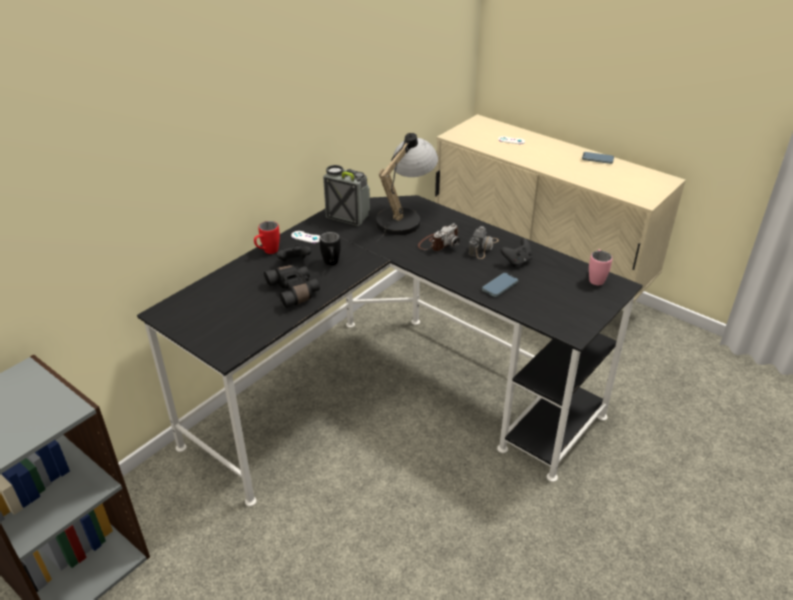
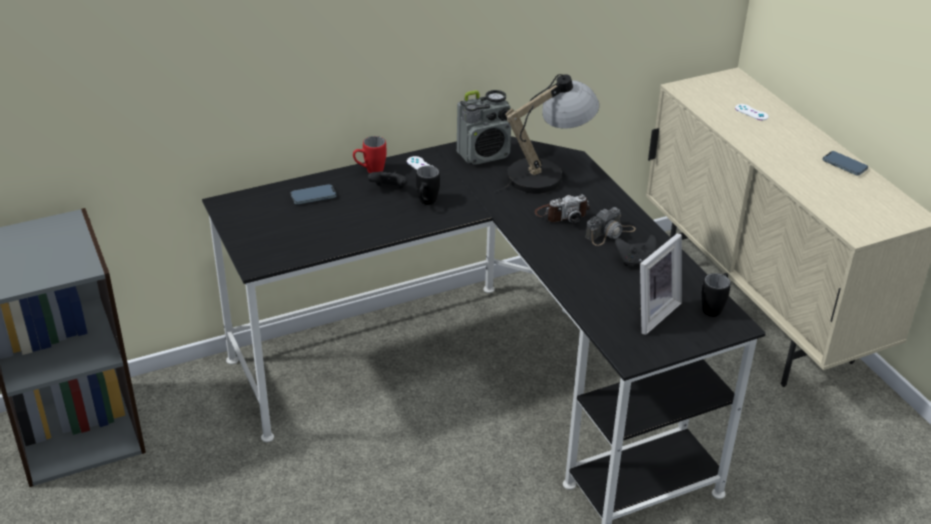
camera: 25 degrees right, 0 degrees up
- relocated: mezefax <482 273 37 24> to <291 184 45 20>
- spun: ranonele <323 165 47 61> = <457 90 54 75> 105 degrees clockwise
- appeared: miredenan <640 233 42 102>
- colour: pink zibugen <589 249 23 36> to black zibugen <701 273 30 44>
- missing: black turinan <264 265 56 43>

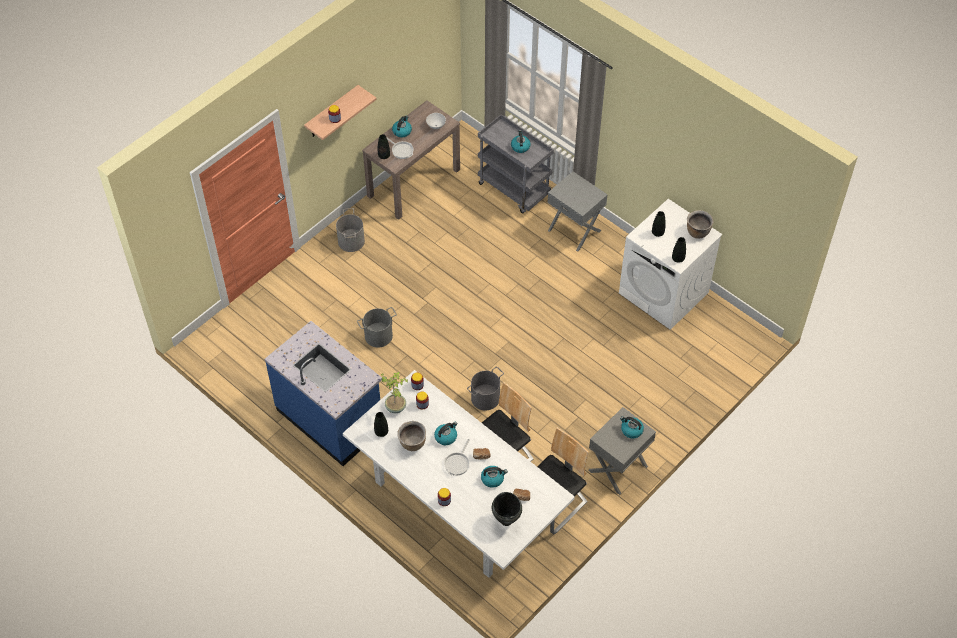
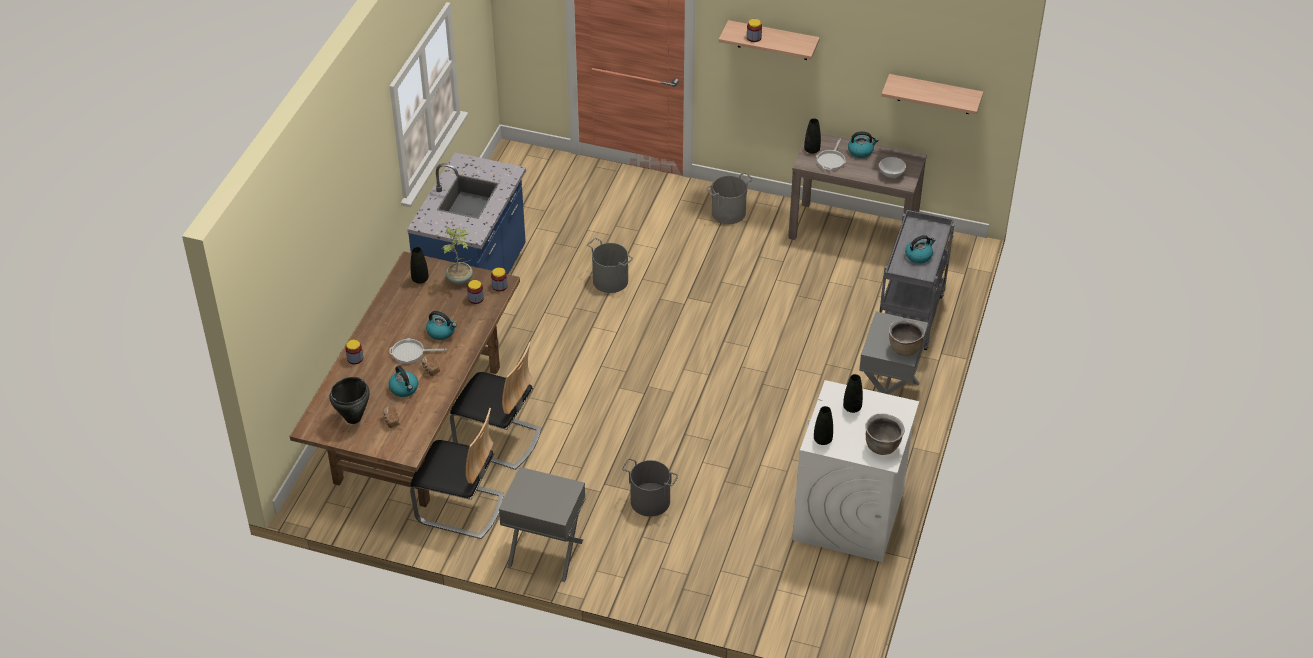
camera: 65 degrees right, 10 degrees down
- colour: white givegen <343 370 232 208> to brown givegen <290 251 230 256>
- relocated: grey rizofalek <467 367 37 44> to <622 458 56 59>
- appeared: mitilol <881 74 102 41>
- relocated: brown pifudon <397 421 29 30> to <889 319 36 37>
- missing: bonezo <620 416 24 23>

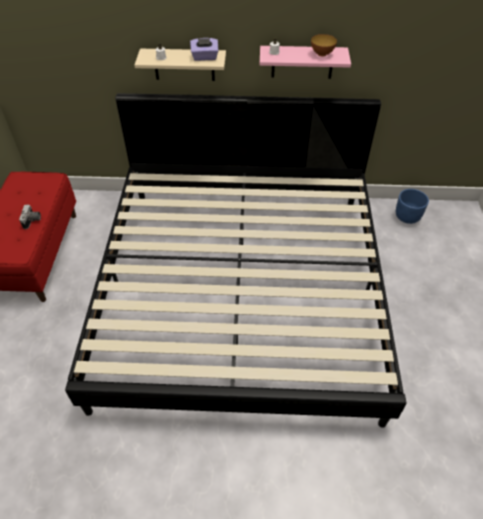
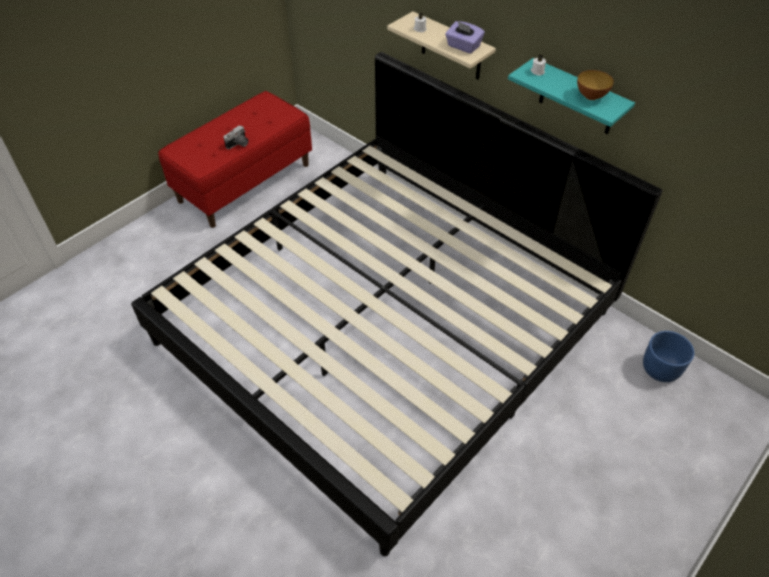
camera: 40 degrees right, 0 degrees up
- colour: pink mitilol <260 46 91 33> to turquoise mitilol <508 58 127 77>

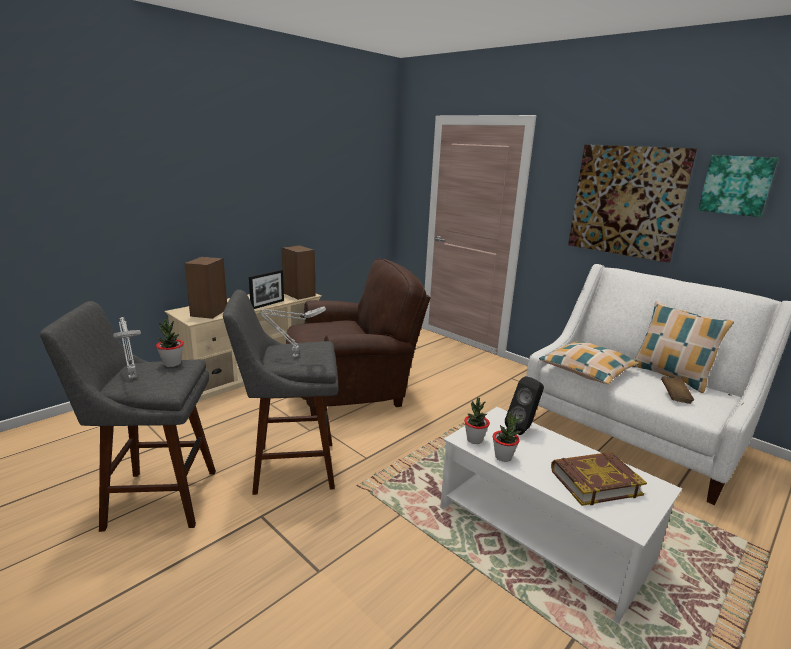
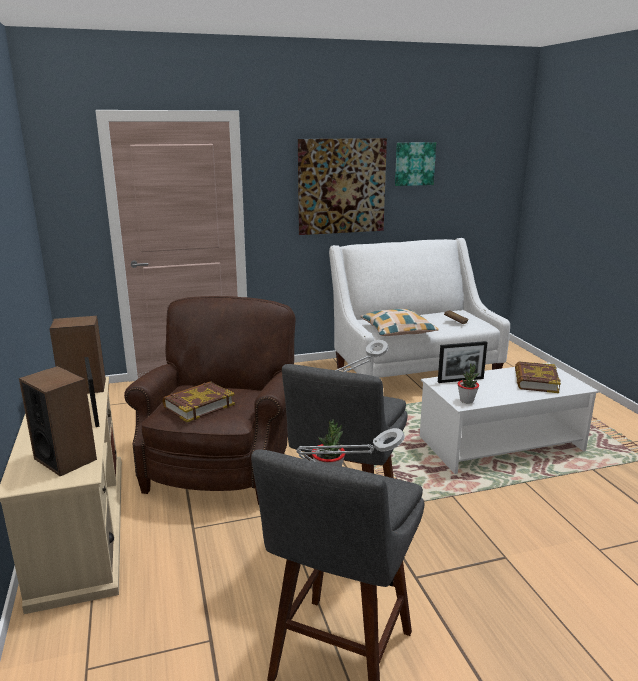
camera: 60 degrees left, 0 degrees up
- appeared: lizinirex <162 381 73 41>
- exchanged: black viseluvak <505 376 39 59> to miredenan <438 341 49 42>
- missing: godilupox <493 412 29 50>
- missing: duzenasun <633 301 101 92>

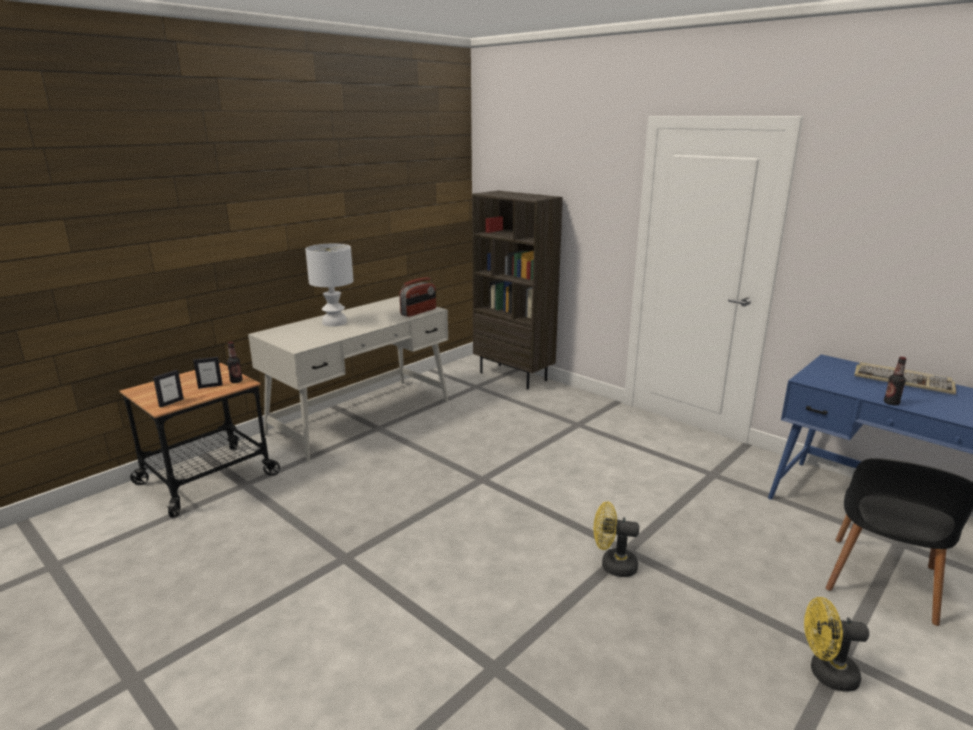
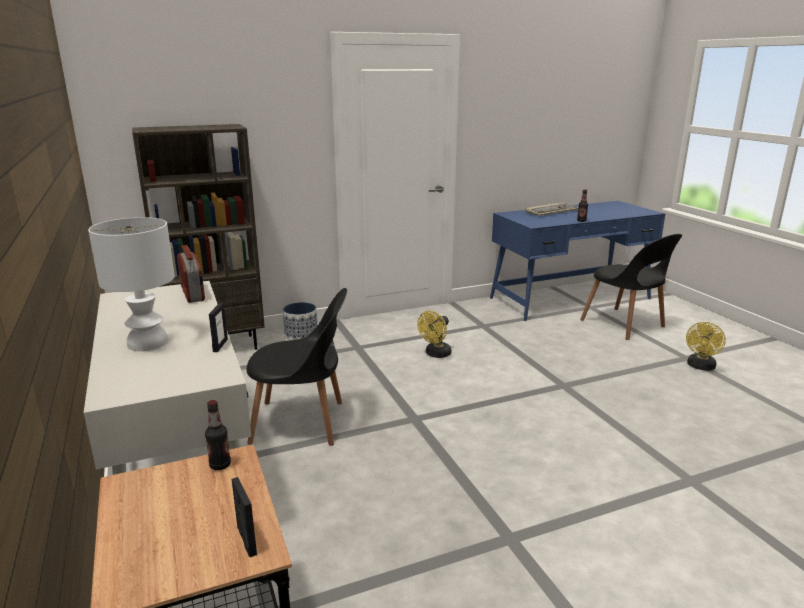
camera: 65 degrees left, 0 degrees up
- relocated: miredenan <193 357 30 32> to <209 303 19 49>
- appeared: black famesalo <247 288 100 158>
- appeared: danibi <283 302 35 38>
- relocated: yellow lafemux <594 501 45 76> to <417 311 34 47>

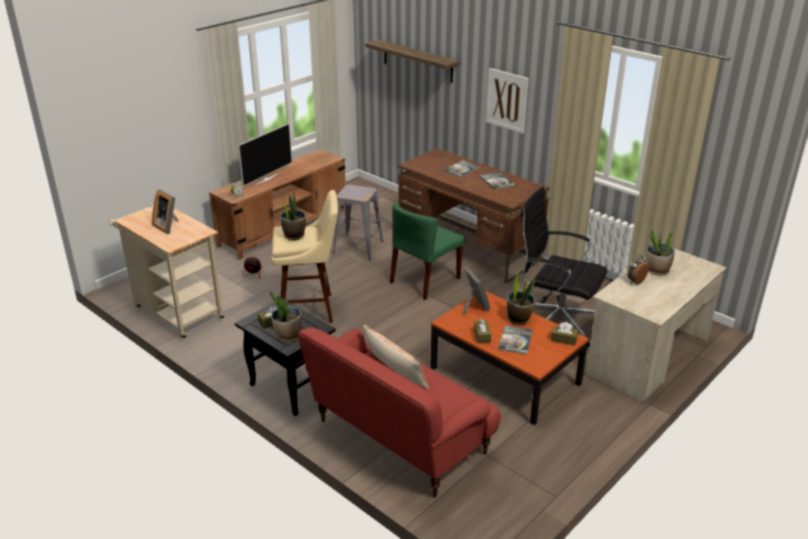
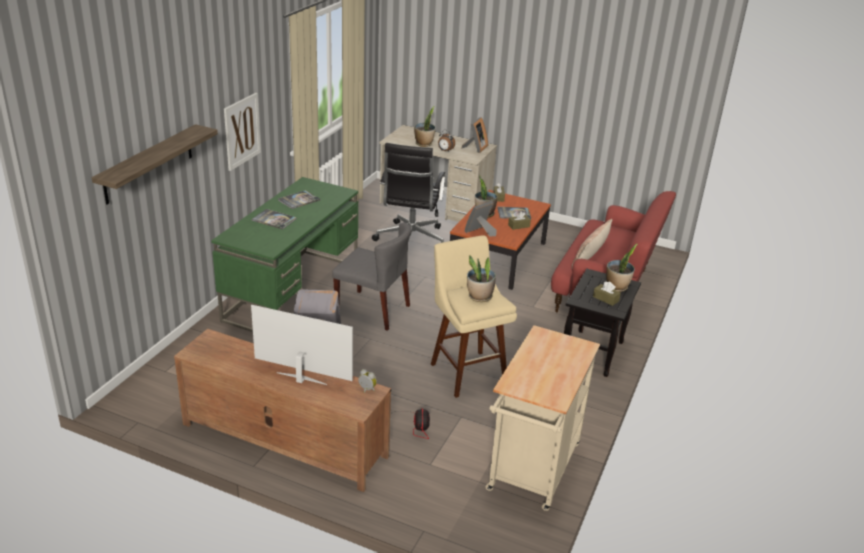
camera: 110 degrees left, 0 degrees up
- colour: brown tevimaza <398 148 152 135> to green tevimaza <211 177 147 155>
- colour: green famesalo <390 202 75 98> to grey famesalo <332 223 80 108>
- relocated: miredenan <152 190 27 44> to <462 117 26 36>

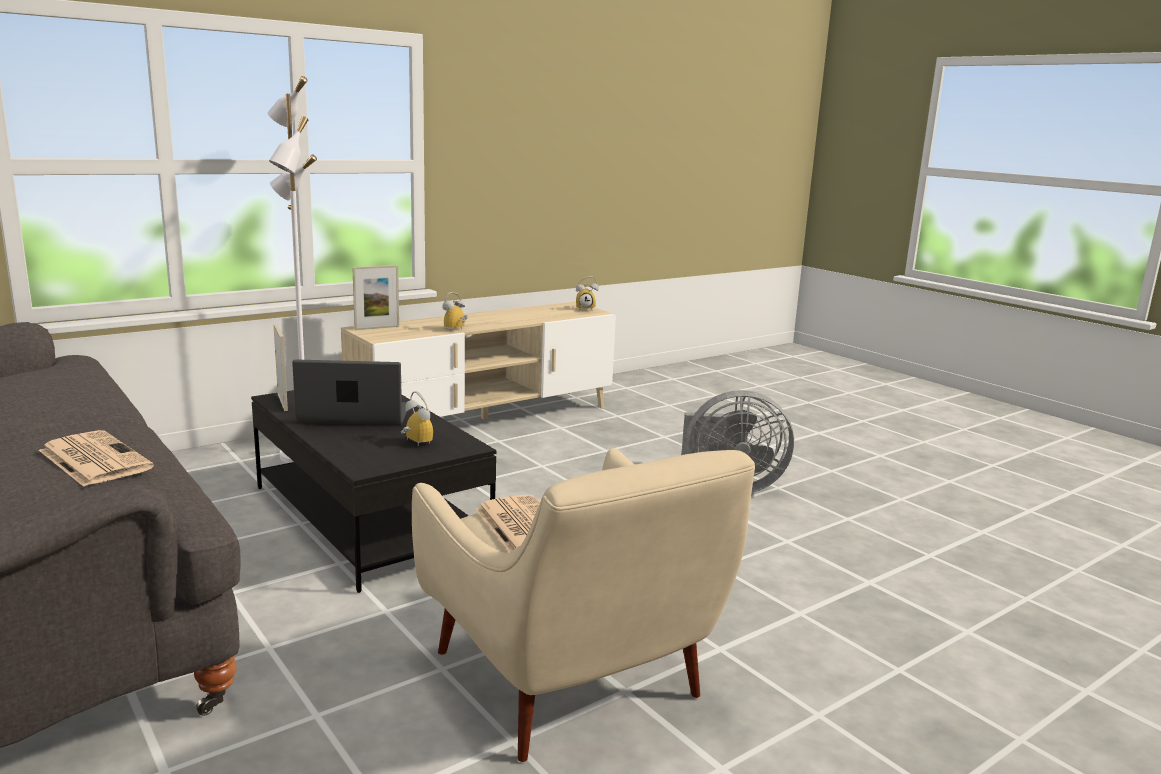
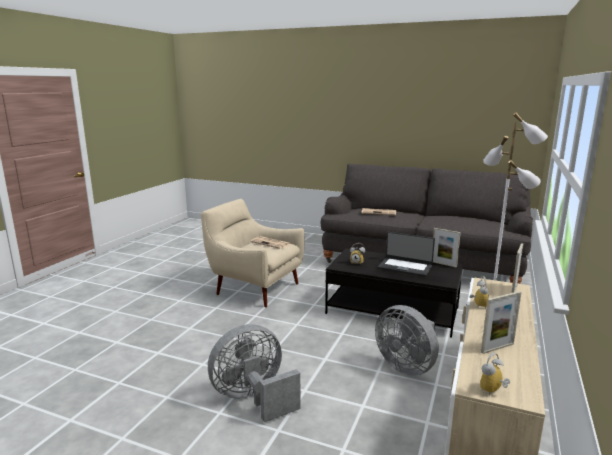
camera: 150 degrees right, 0 degrees up
- appeared: grey lafemux <375 305 64 71>
- spun: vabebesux <292 359 115 66> = <378 232 57 44> 60 degrees clockwise
- appeared: miredenan <481 291 41 63>

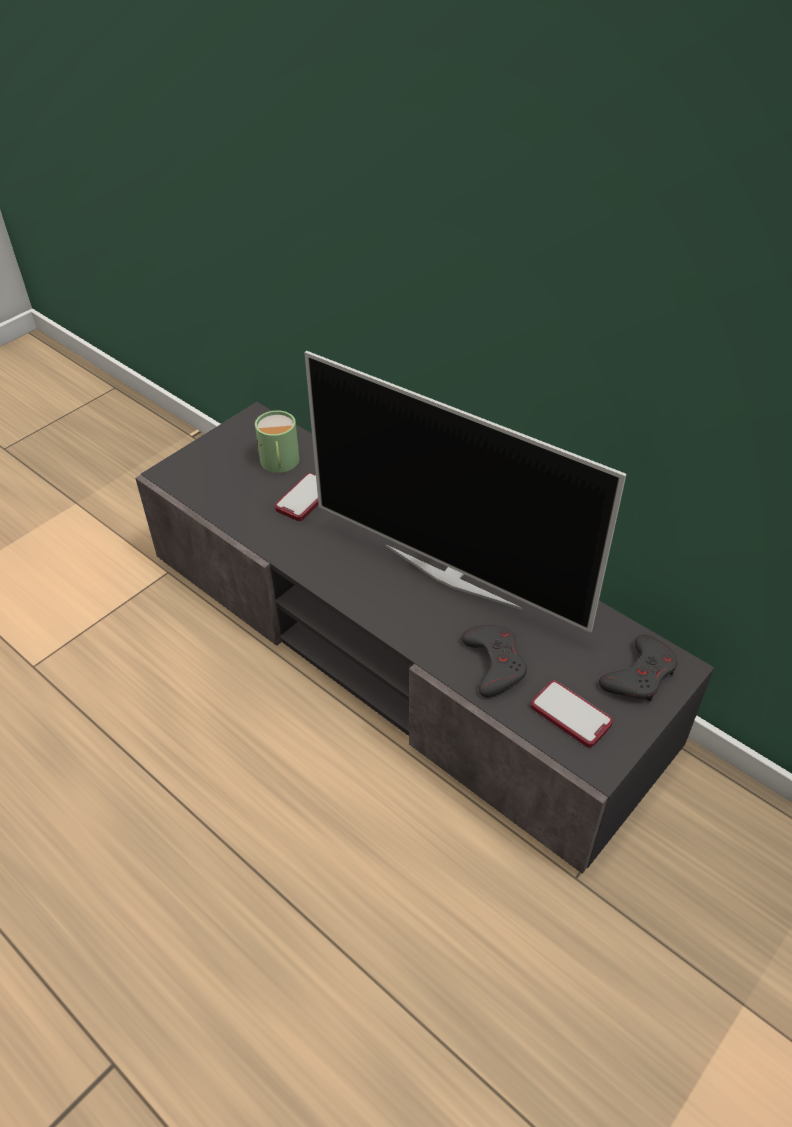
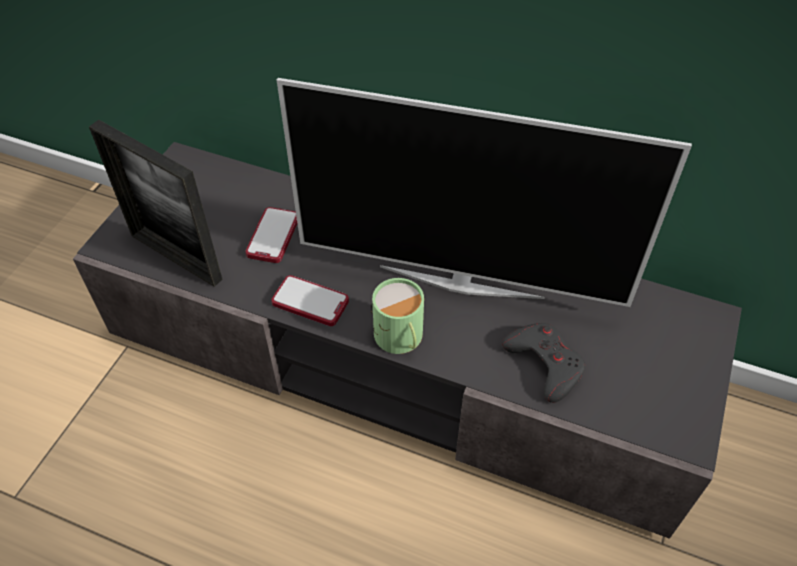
camera: 20 degrees left, 5 degrees up
- appeared: miredenan <89 120 133 167>
- relocated: mezefax <531 681 82 67> to <271 275 78 51>
- relocated: green zibugen <255 410 44 63> to <371 278 53 76>
- missing: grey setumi <599 634 79 68>

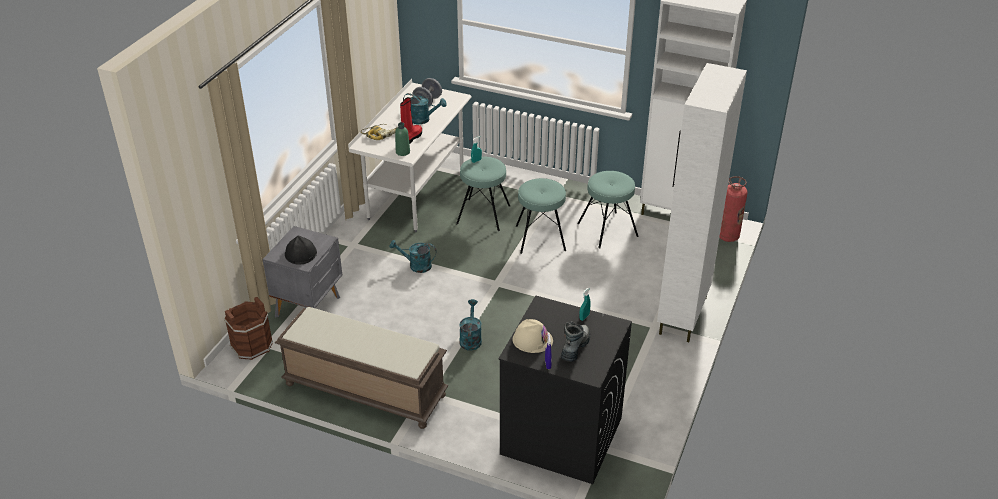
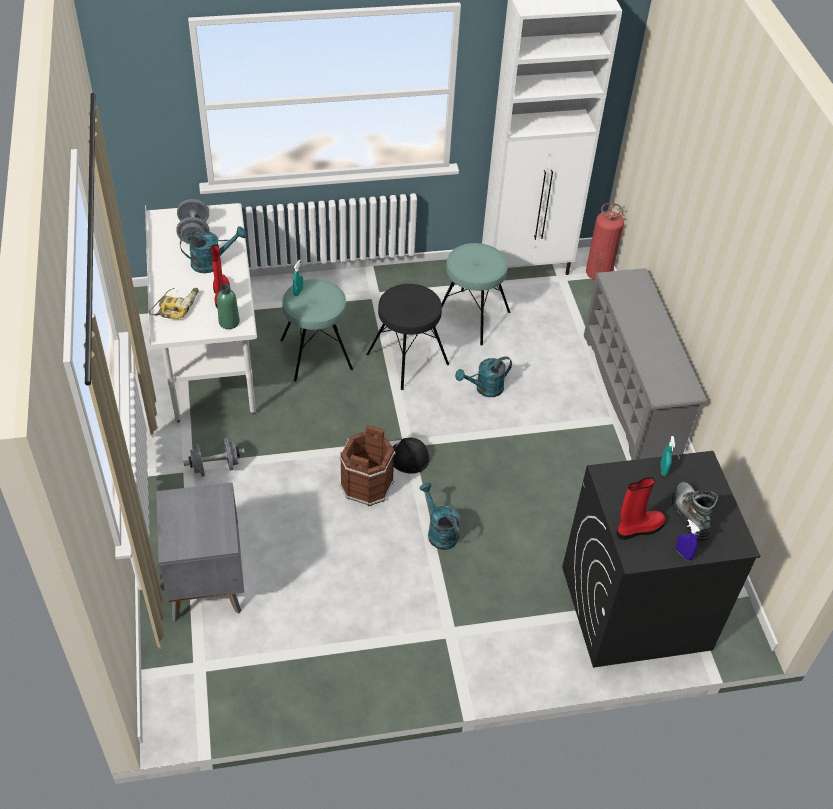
camera: 35 degrees left, 10 degrees up
- appeared: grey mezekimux <183 438 62 39>
- relocated: brown rizofalek <224 297 49 63> to <339 425 56 81>
- colour: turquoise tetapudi <516 178 50 76> to black tetapudi <366 284 83 106>
- relocated: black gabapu <285 235 32 30> to <392 438 37 36>
- relocated: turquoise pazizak <389 240 48 33> to <455 356 57 41>
- exchanged: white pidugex <657 63 90 279> to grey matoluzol <584 268 123 192>
- exchanged: beige gabapu <512 319 41 34> to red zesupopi <617 477 49 63>
- missing: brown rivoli <275 307 174 122>

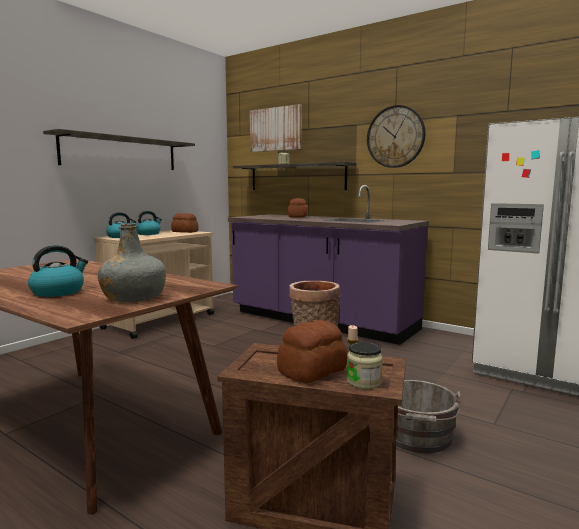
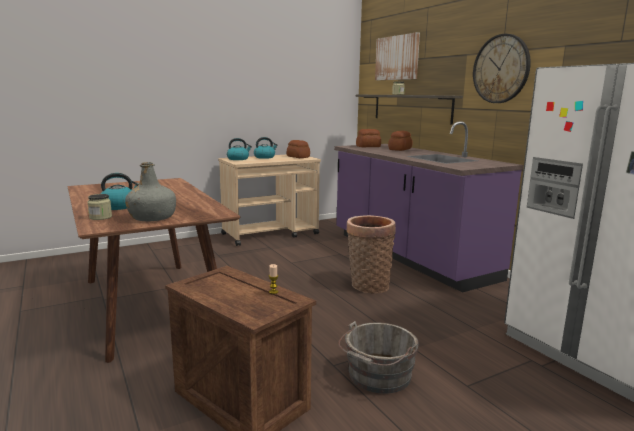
camera: 25 degrees right, 5 degrees up
- relocated: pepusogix <347 342 36 47> to <87 194 25 26>
- relocated: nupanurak <277 320 71 63> to <356 129 25 18>
- missing: mitilol <43 129 152 41>

